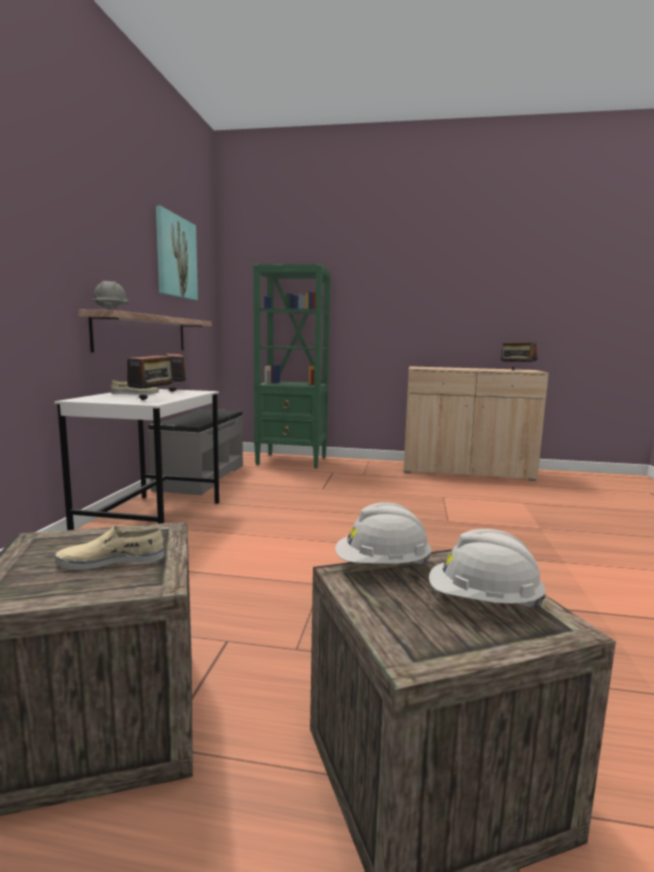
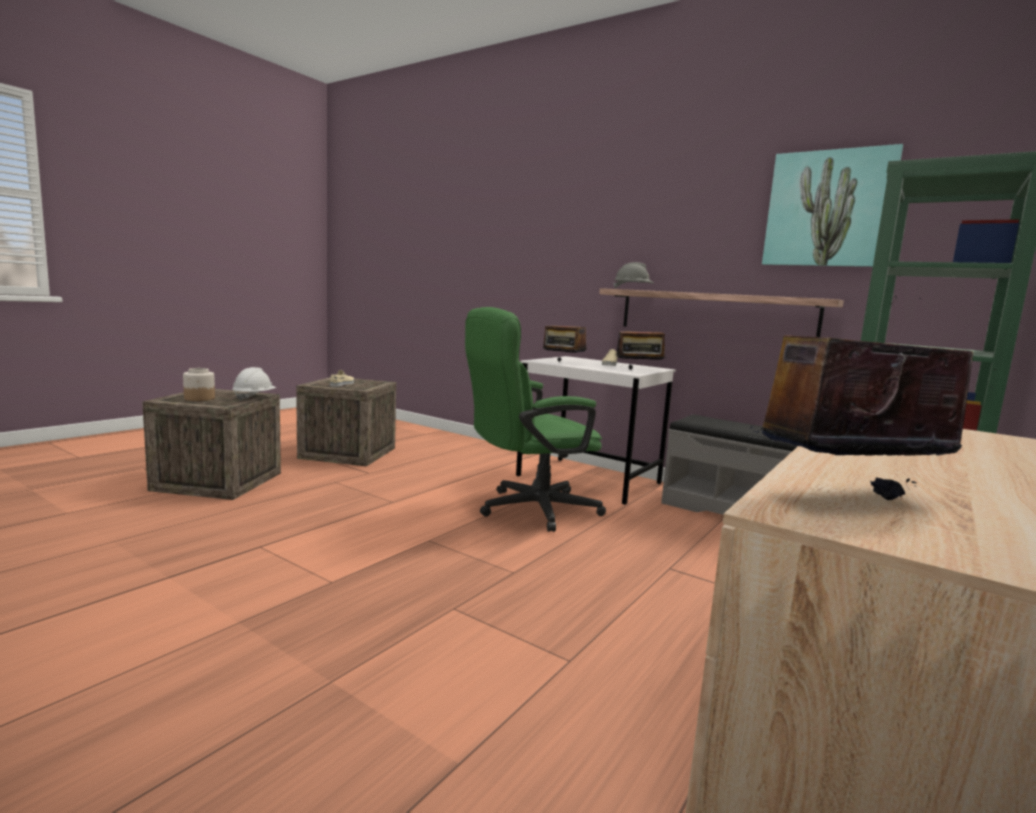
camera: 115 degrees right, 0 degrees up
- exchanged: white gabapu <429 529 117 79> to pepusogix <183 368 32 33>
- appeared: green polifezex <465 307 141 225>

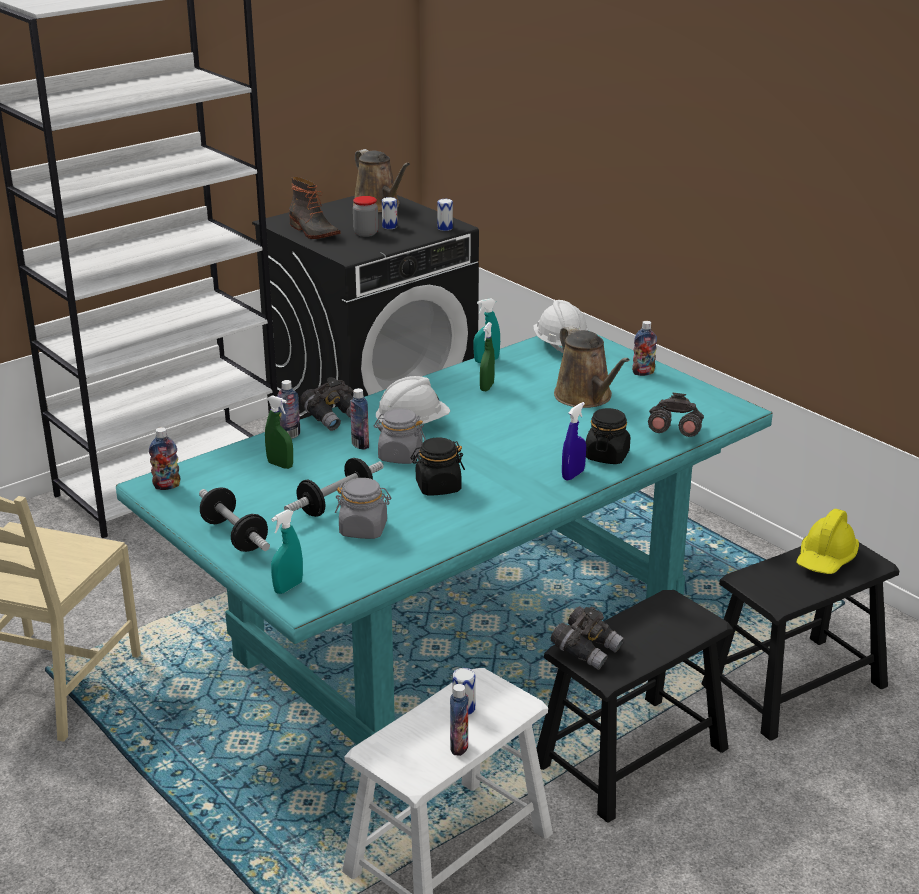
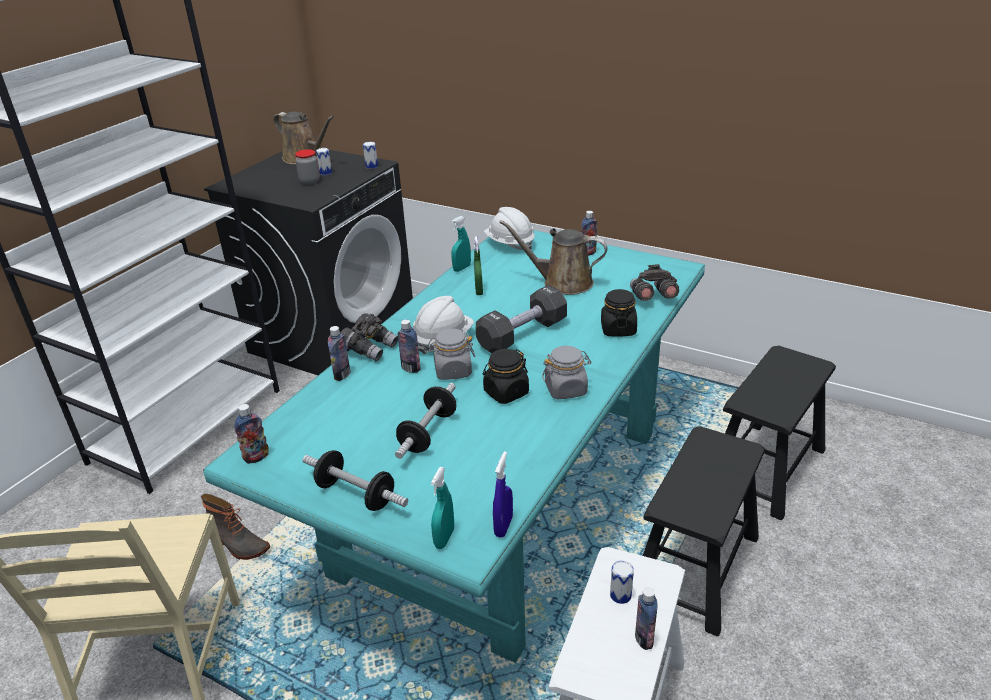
camera: 20 degrees left, 5 degrees up
- relocated: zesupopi <289 177 52 62> to <201 494 69 66>
- appeared: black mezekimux <476 285 91 68>
- relocated: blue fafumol <562 402 24 78> to <493 451 20 87>
- spun: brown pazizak <554 325 76 83> = <499 220 109 75> 150 degrees clockwise
- relocated: grey pepusogix <335 478 56 61> to <542 346 50 53>
- missing: green fafumol <265 395 28 74>
- missing: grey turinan <551 606 73 64>
- missing: yellow gabapu <796 509 63 65>

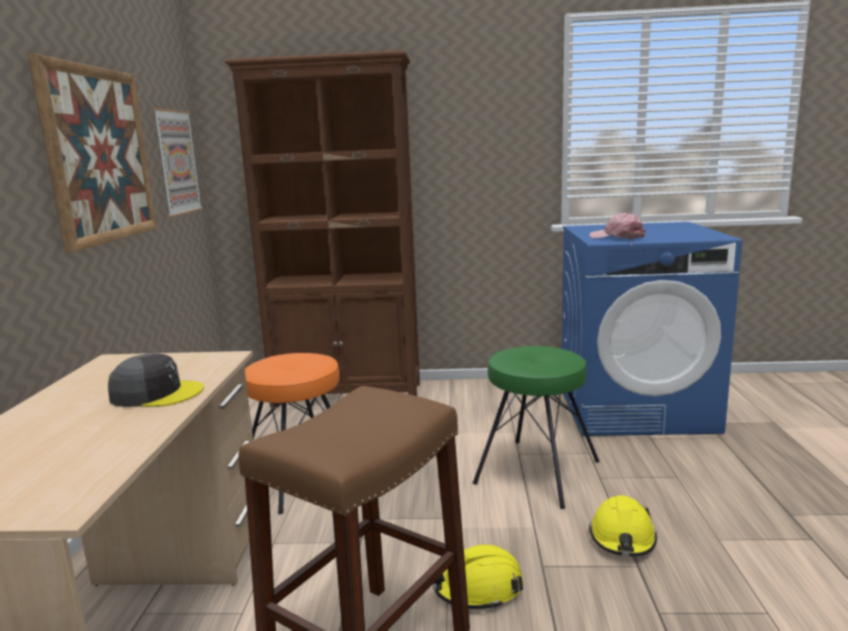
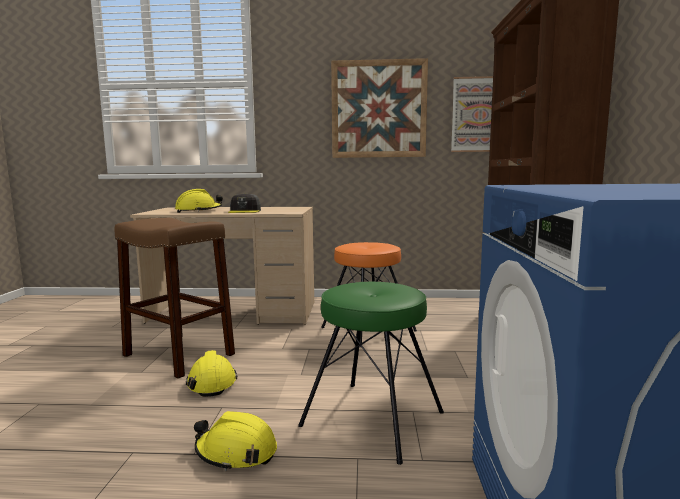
camera: 90 degrees right, 5 degrees down
- appeared: yellow gabapu <175 189 48 24>
- missing: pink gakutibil <589 213 57 26>

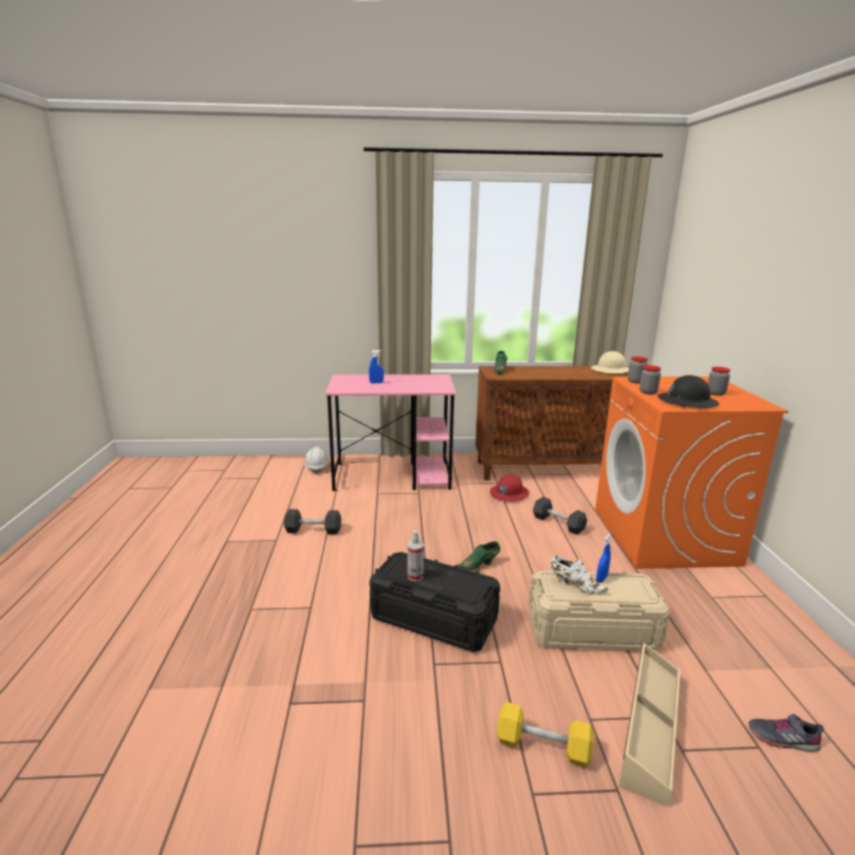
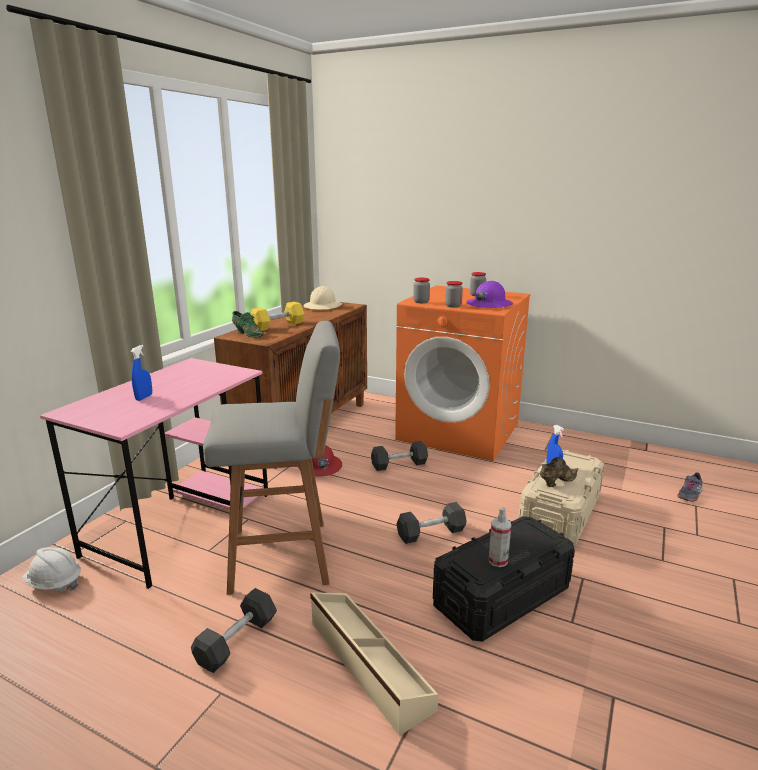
camera: 60 degrees left, 0 degrees up
- appeared: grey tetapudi <203 321 137 274>
- relocated: yellow mezekimux <497 702 97 65> to <251 302 53 29>
- relocated: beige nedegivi <619 643 61 164> to <310 593 128 143>
- exchanged: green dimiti <457 541 43 30> to grey mezekimux <397 502 70 42>
- colour: black gabapu <658 375 61 33> to purple gabapu <467 281 46 27>
- colour: white dimiti <550 555 58 39> to brown dimiti <540 457 38 30>

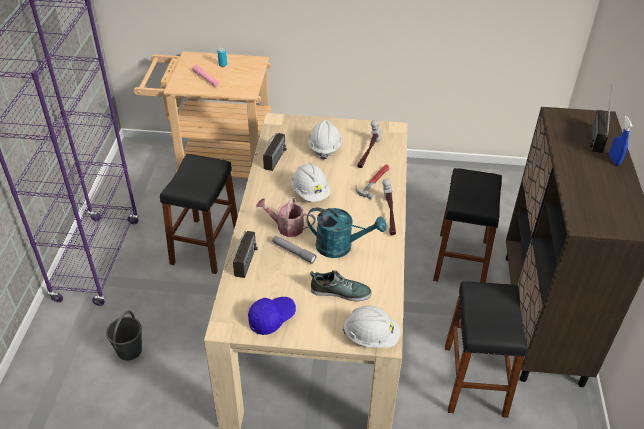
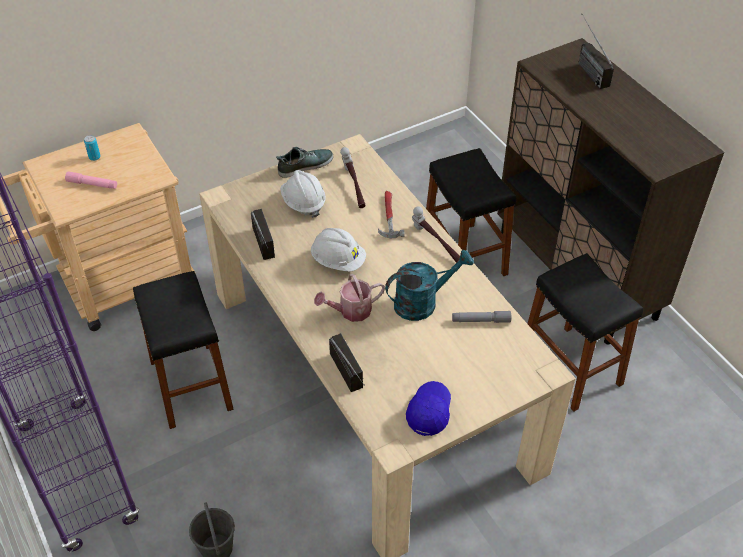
camera: 35 degrees left, 5 degrees up
- relocated: dimiti <310 270 62 31> to <276 147 57 31>
- relocated: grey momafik <272 236 45 28> to <452 311 59 12>
- missing: white gabapu <343 306 57 42>
- missing: blue fafumol <609 116 24 49>

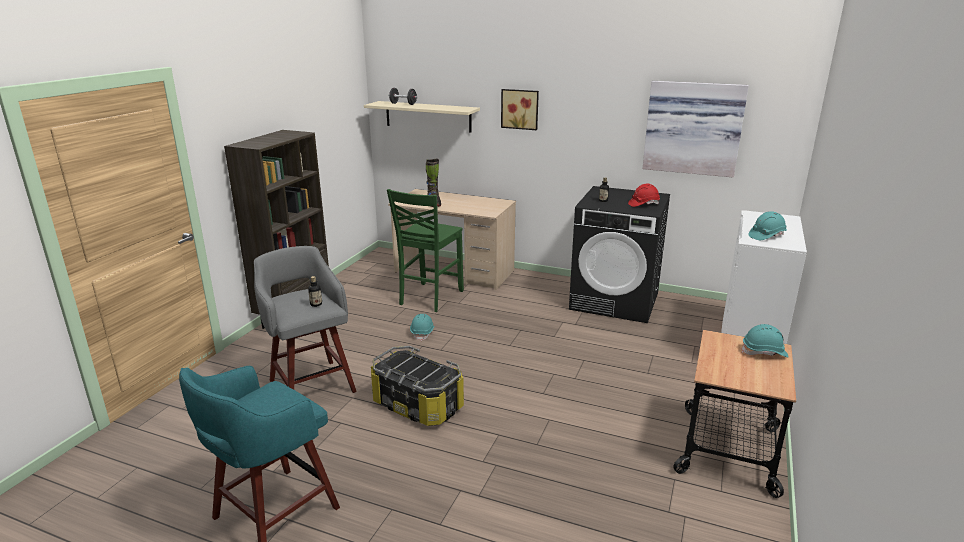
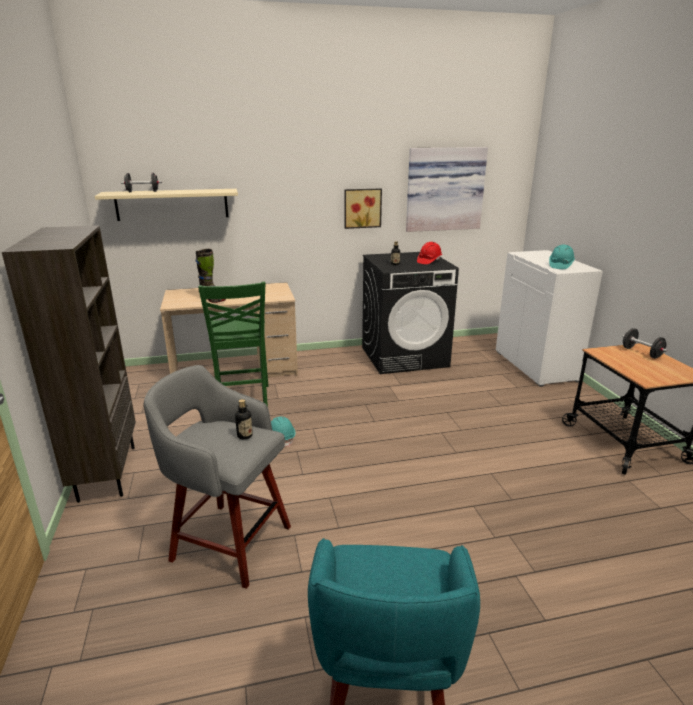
camera: 35 degrees left, 0 degrees up
- relocated: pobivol <501 89 38 41> to <344 188 38 41>
- exchanged: turquoise gabapu <742 324 47 33> to black mezekimux <622 328 45 31>
- missing: nedegivi <371 346 93 80>

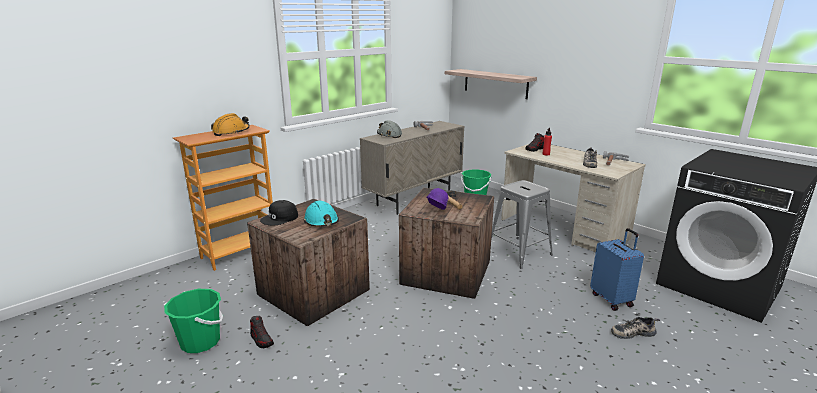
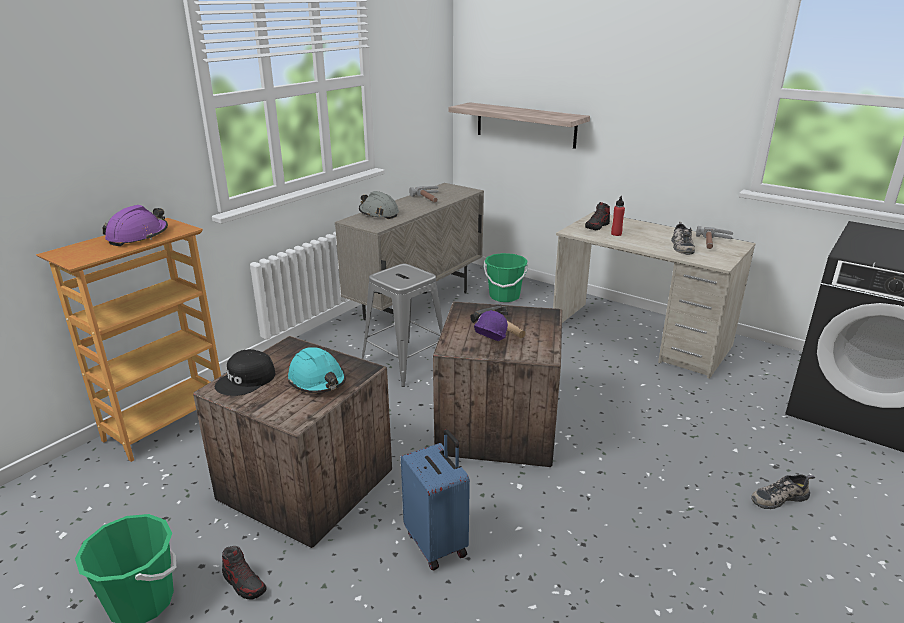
camera: 10 degrees left, 5 degrees up
- colour: orange gabapu <211 113 39 23> to purple gabapu <103 205 65 41>
- relocated: grey tetapudi <491 180 62 89> to <362 263 81 124>
- relocated: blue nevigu <590 228 54 83> to <401 429 69 141>

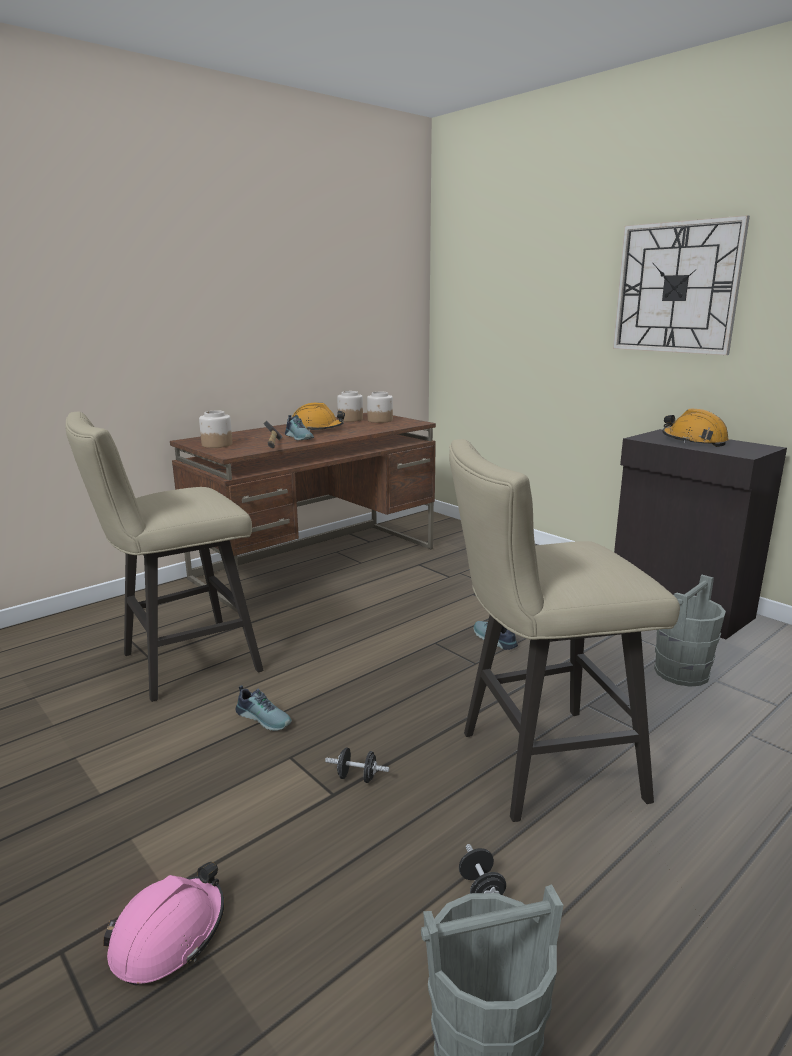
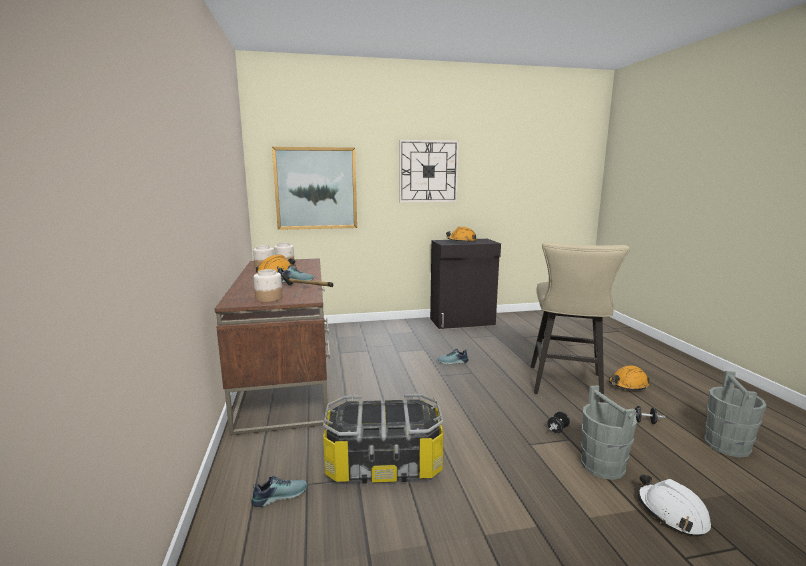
camera: 60 degrees left, 5 degrees down
- relocated: dimiti <235 685 57 46> to <251 475 56 32>
- appeared: pobivol <272 147 85 83>
- exchanged: beige tetapudi <66 412 197 290> to nedegivi <323 394 121 90>
- relocated: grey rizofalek <654 574 72 113> to <581 385 56 95>
- appeared: orange gabapu <608 365 43 26>
- colour: pink gabapu <103 862 121 124> to white gabapu <638 474 73 63>

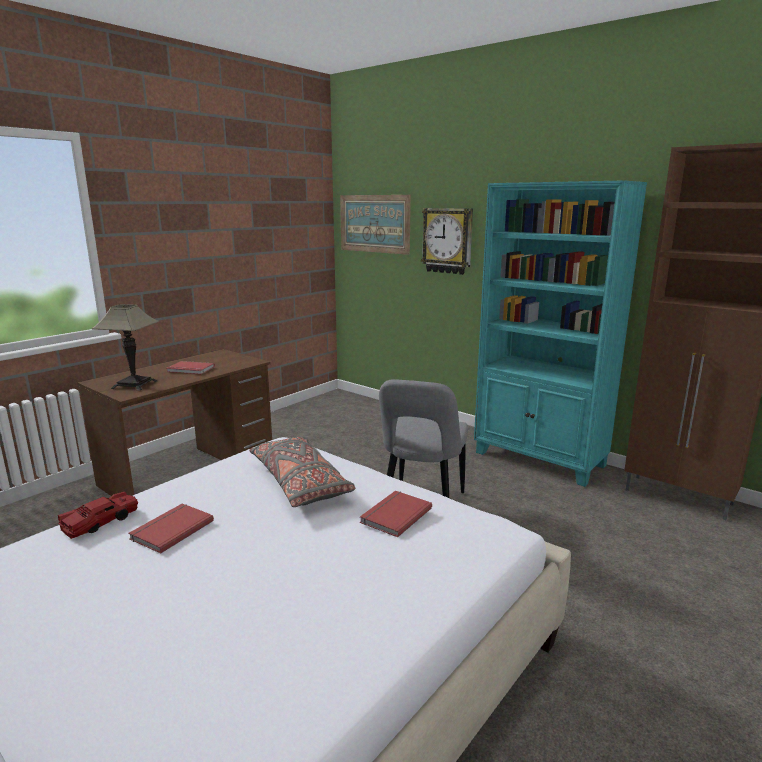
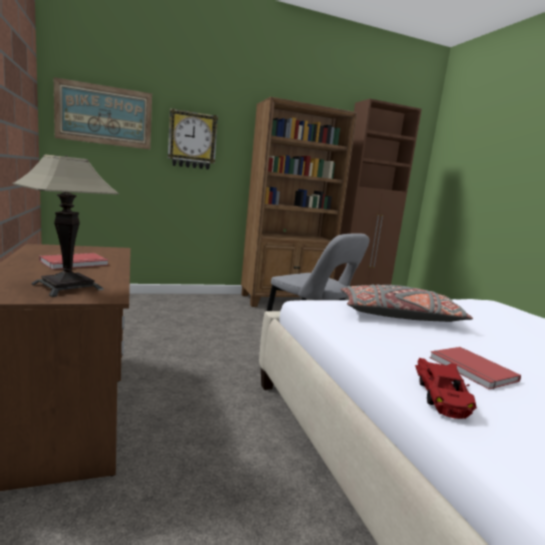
camera: 60 degrees left, 5 degrees down
- colour: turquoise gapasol <474 180 173 307> to brown gapasol <241 97 116 210>
- spun: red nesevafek <58 492 80 47> = <415 358 62 61> 150 degrees counterclockwise
- missing: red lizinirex <360 491 72 46>

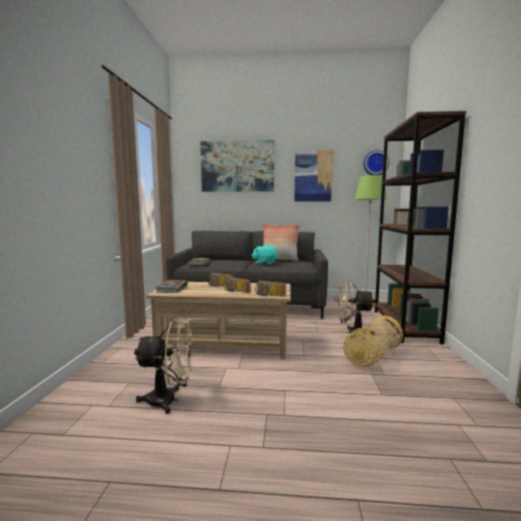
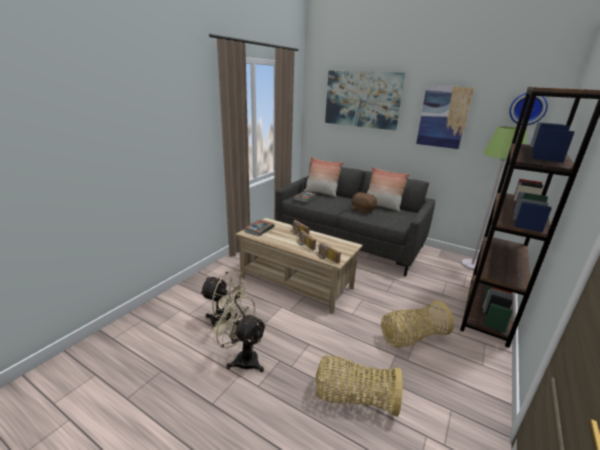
camera: 25 degrees right, 15 degrees up
- relocated: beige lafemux <338 280 37 59> to <208 293 59 79>
- appeared: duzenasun <304 157 39 40>
- appeared: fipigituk <316 355 86 62>
- colour: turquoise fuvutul <251 246 27 19> to brown fuvutul <351 192 26 22>

